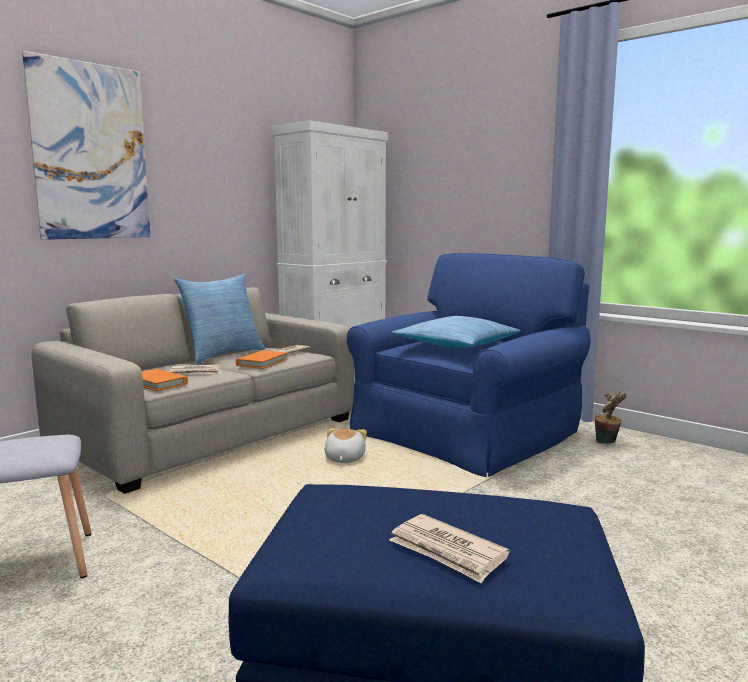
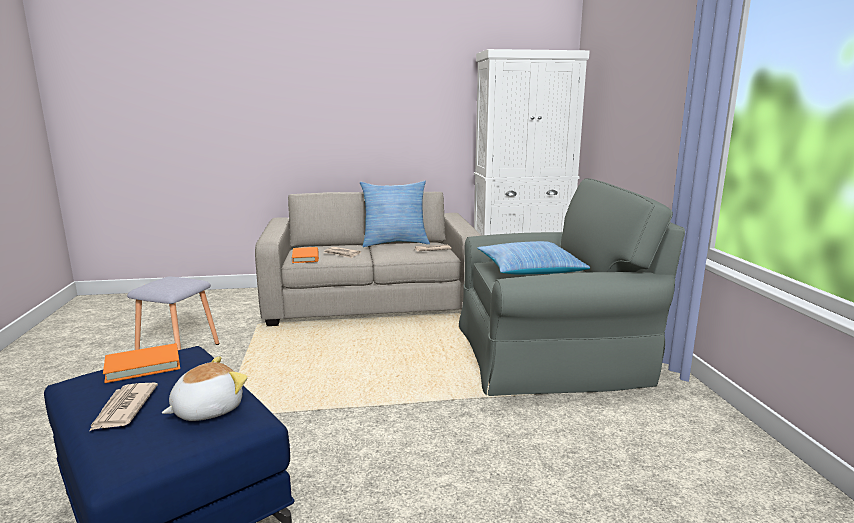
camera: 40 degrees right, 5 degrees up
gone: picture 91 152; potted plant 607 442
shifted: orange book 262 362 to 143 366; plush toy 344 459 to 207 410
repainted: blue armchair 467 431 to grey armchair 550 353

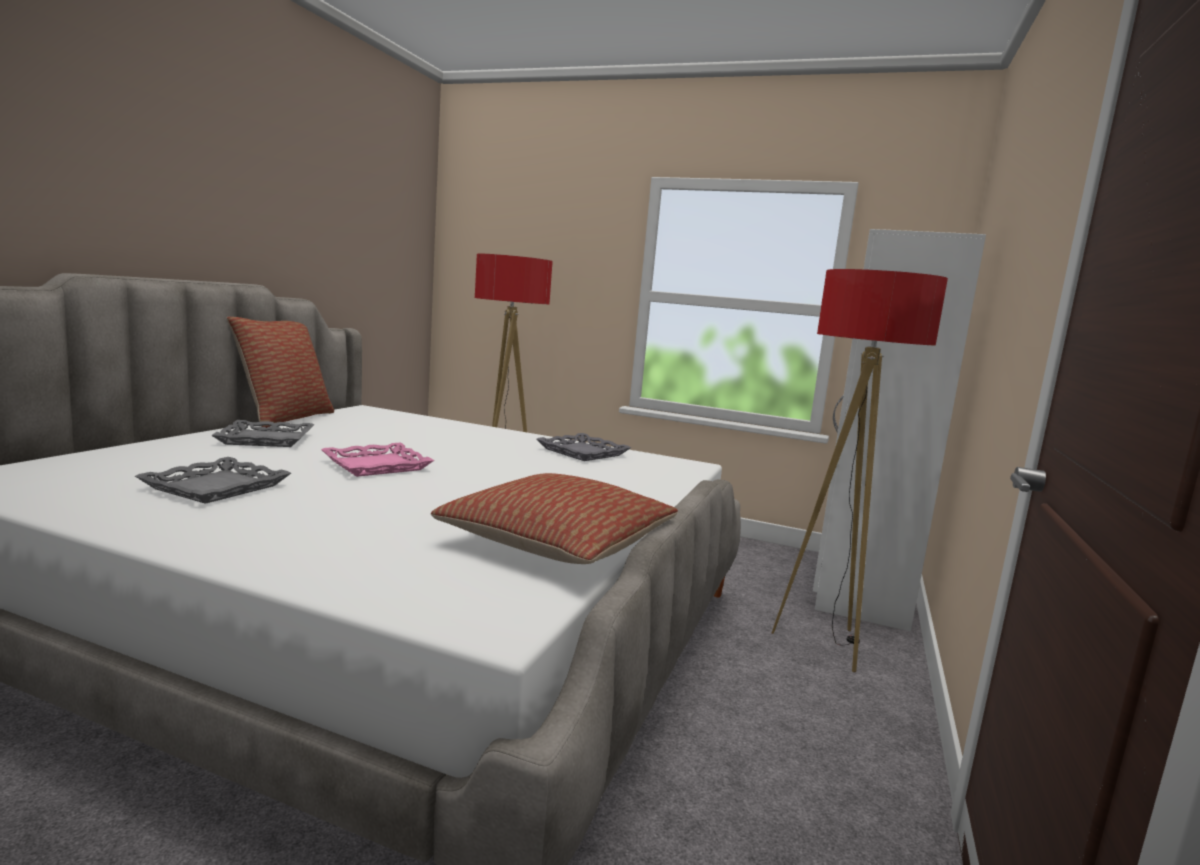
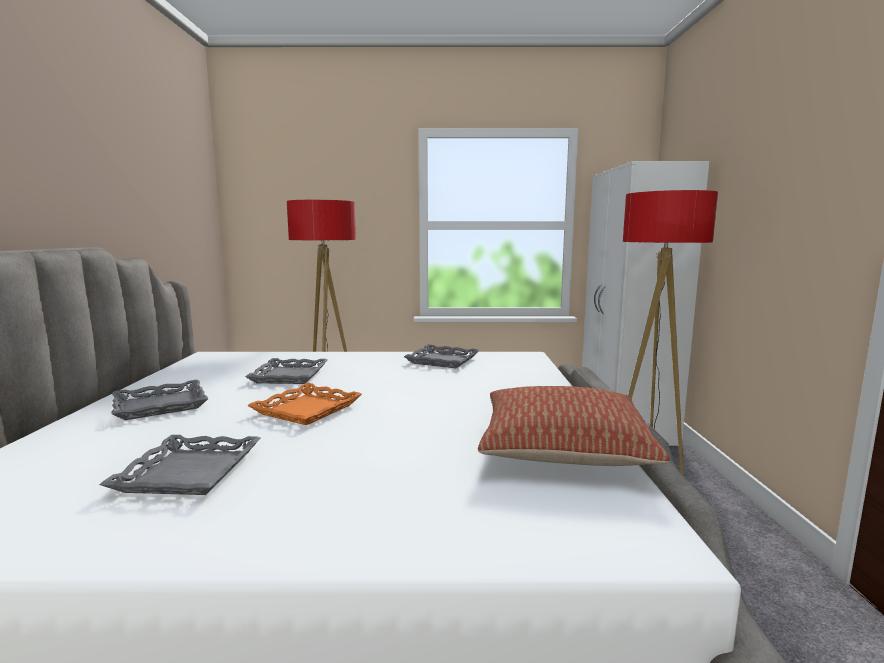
camera: 20 degrees left, 0 degrees up
gone: pillow 285 418
new: grey tray 289 376
repainted: pink tray 377 466 to orange tray 307 410

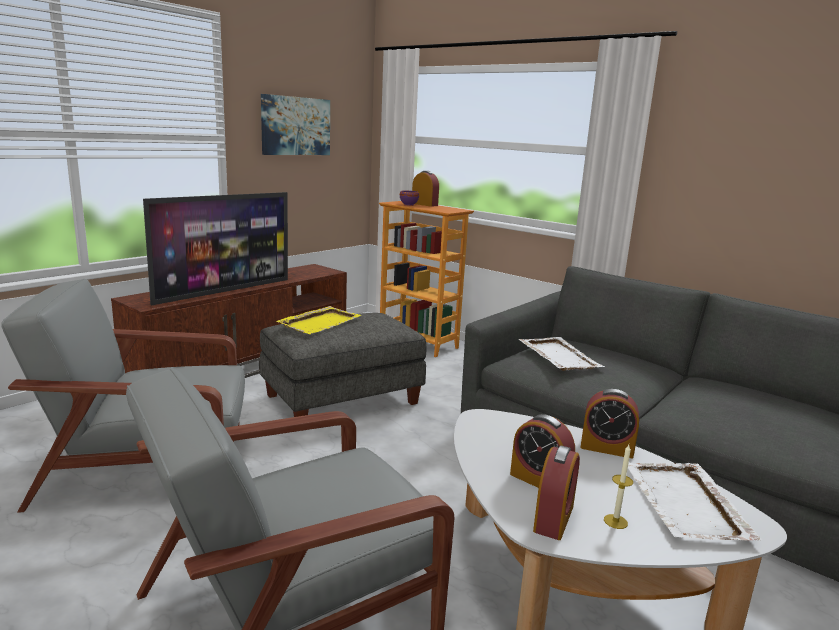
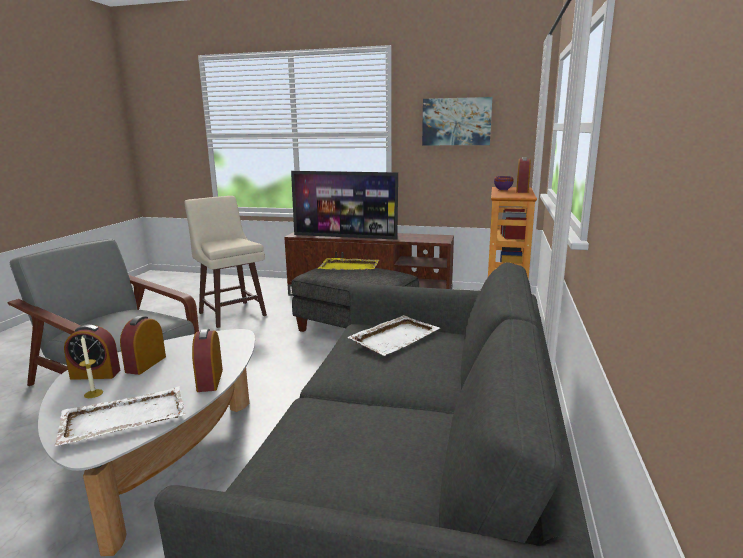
camera: 65 degrees right, 0 degrees up
swapped: grey armchair 149 463 to beige stool 232 313

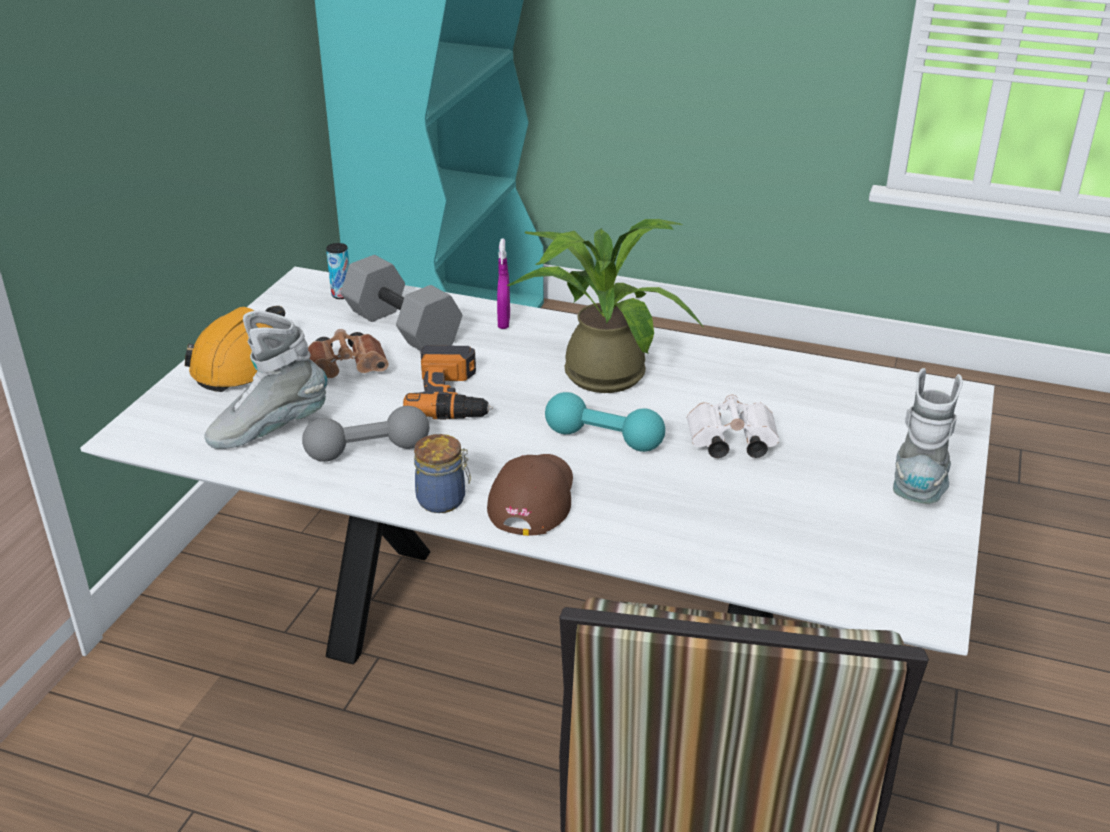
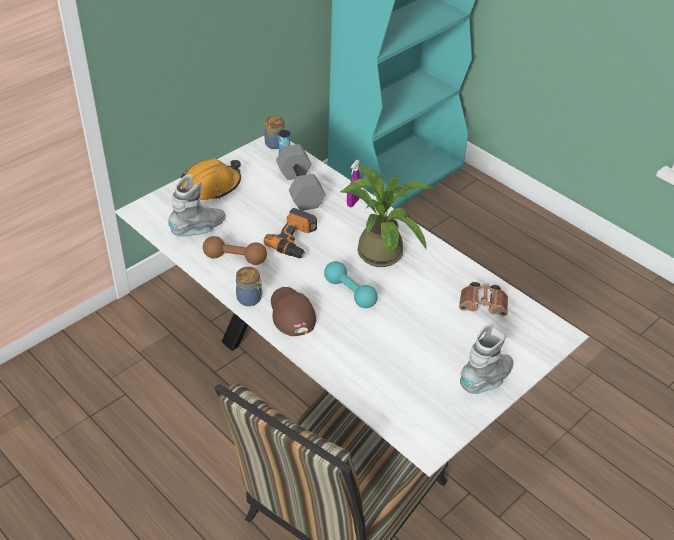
camera: 25 degrees right, 10 degrees up
gone: white binoculars 729 444
new: jar 274 143
shifted: brown binoculars 348 370 to 484 306
repainted: grey dumbbell 368 451 to brown dumbbell 235 258
rotated: grey boot 269 430 = 199 230 135 degrees clockwise; brown cap 532 498 = 291 313 60 degrees counterclockwise

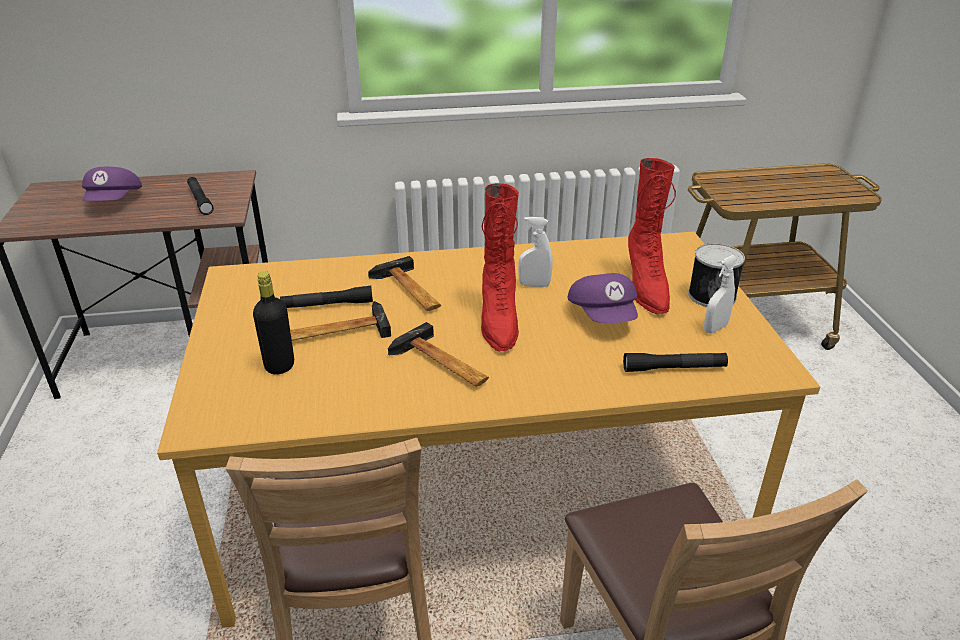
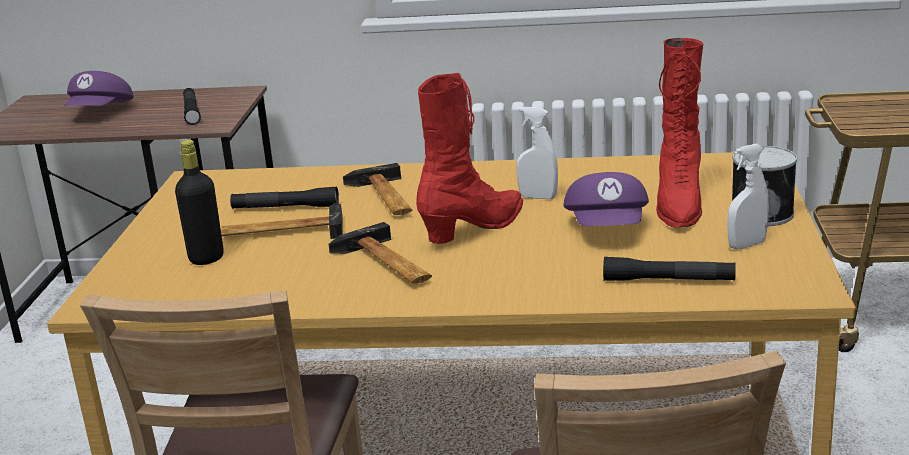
camera: 15 degrees right, 10 degrees down
rotated: red boot 498 321 = 475 228 150 degrees counterclockwise

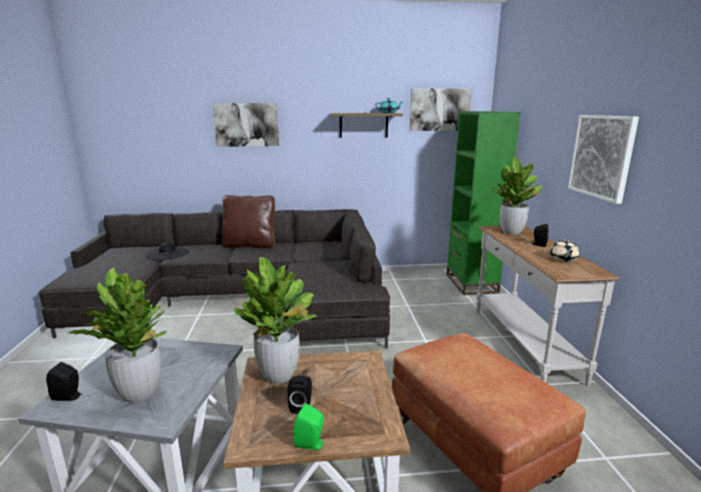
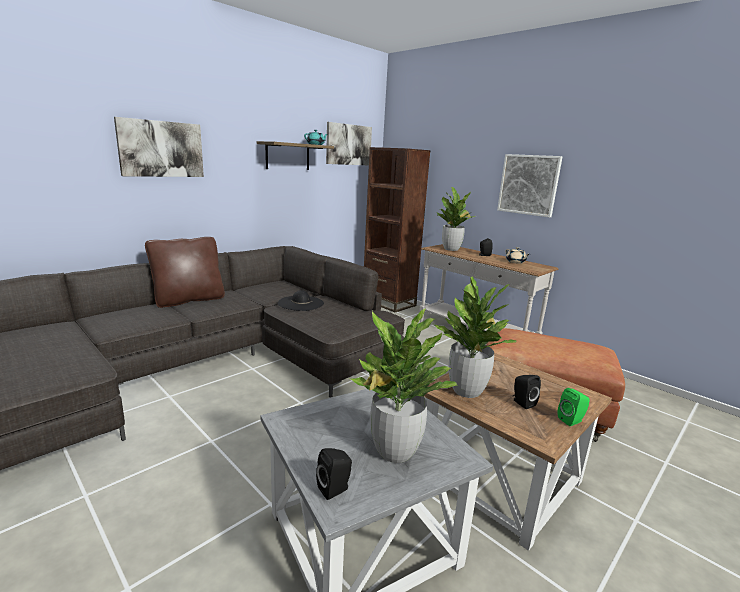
camera: 40 degrees left, 0 degrees up
shifted: black hat 167 253 to 300 303
repainted: green bookcase 471 283 to brown bookcase 388 303

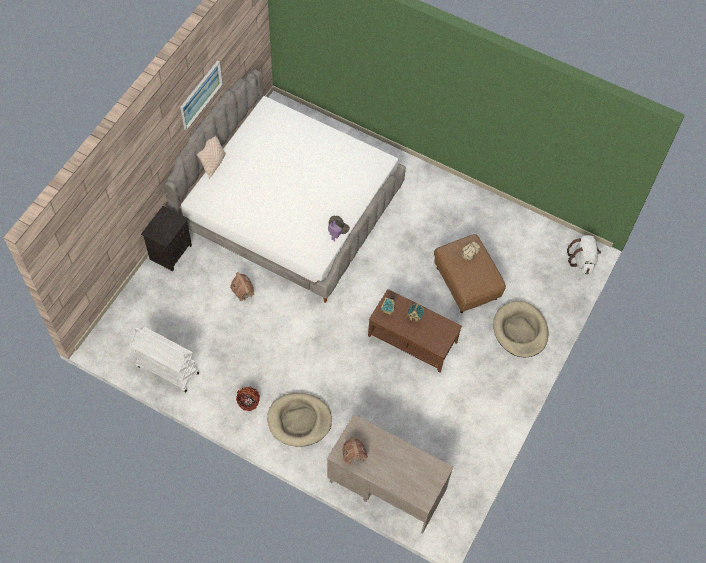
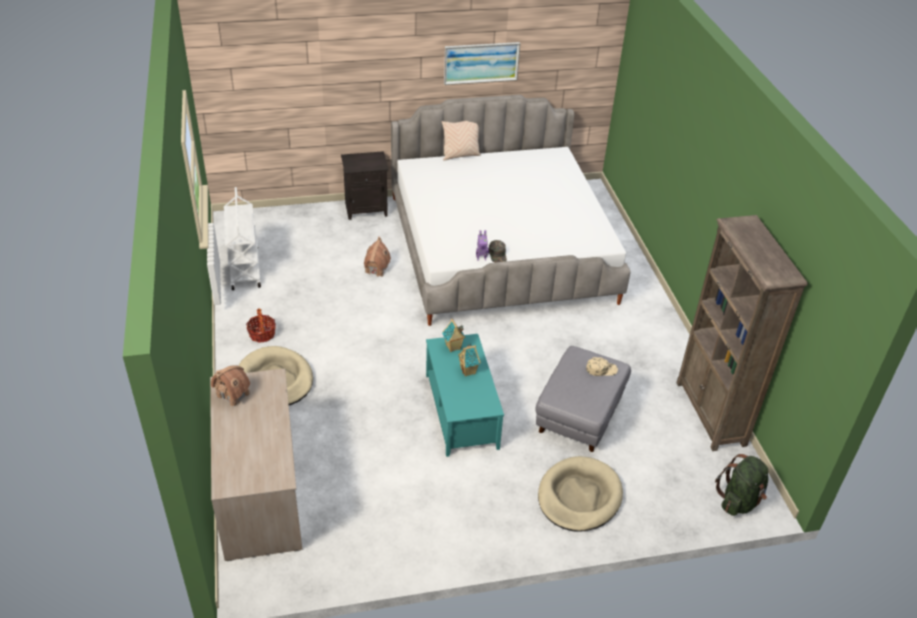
camera: 50 degrees right, 20 degrees down
new: brown bookcase 710 414
repainted: brown coffee table 412 339 to turquoise coffee table 460 411; brown ottoman 467 283 to grey ottoman 579 415; white backpack 582 261 to green backpack 739 500

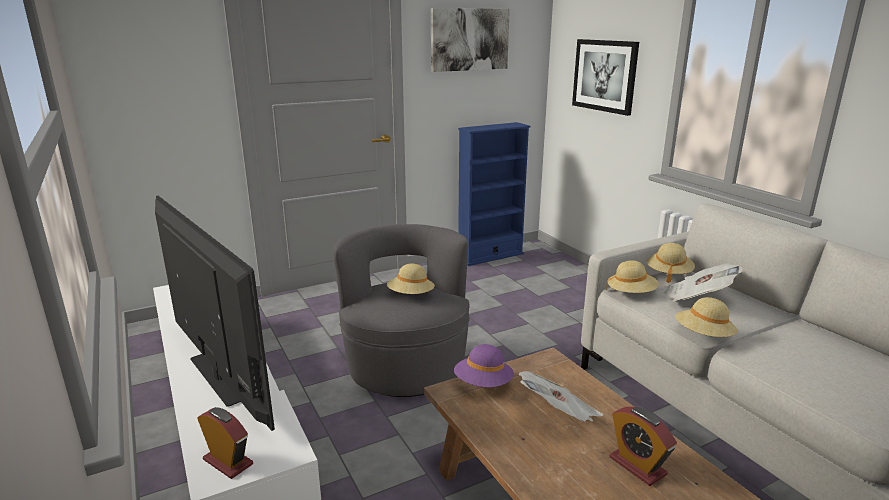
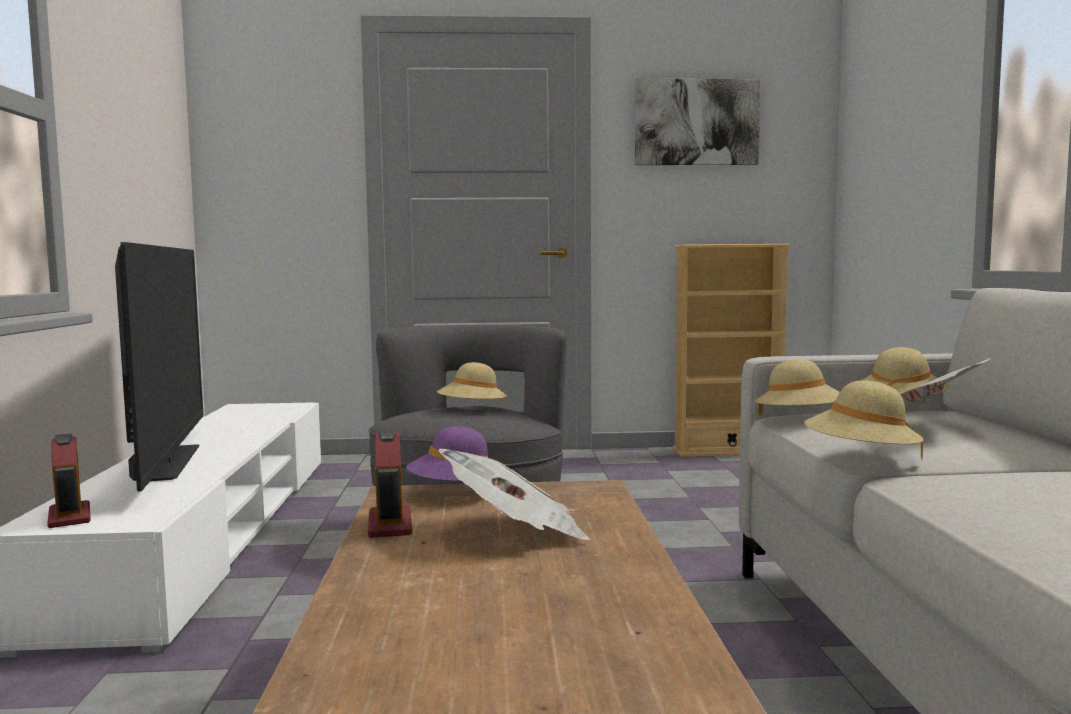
camera: 25 degrees right, 15 degrees down
gone: picture 604 75
shifted: alarm clock 637 466 to 390 524
repainted: blue bookcase 490 256 to beige bookcase 727 451

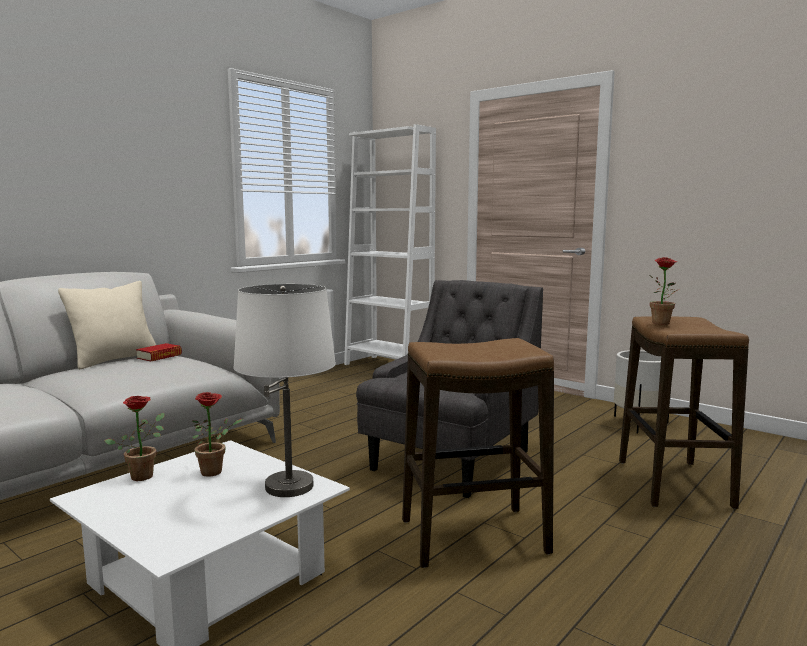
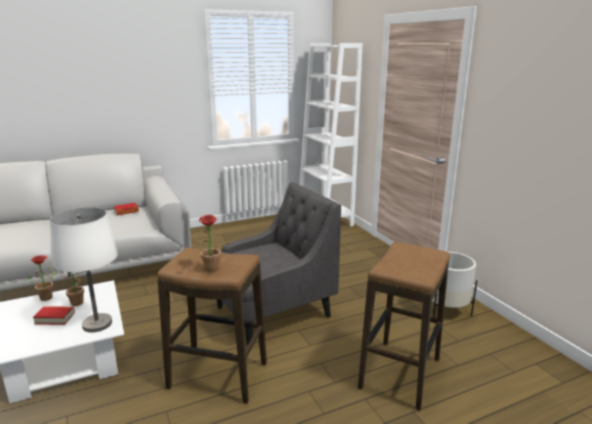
camera: 25 degrees right, 10 degrees up
gone: beige pillow 114 360
new: book 55 318
shifted: potted plant 663 324 to 210 270

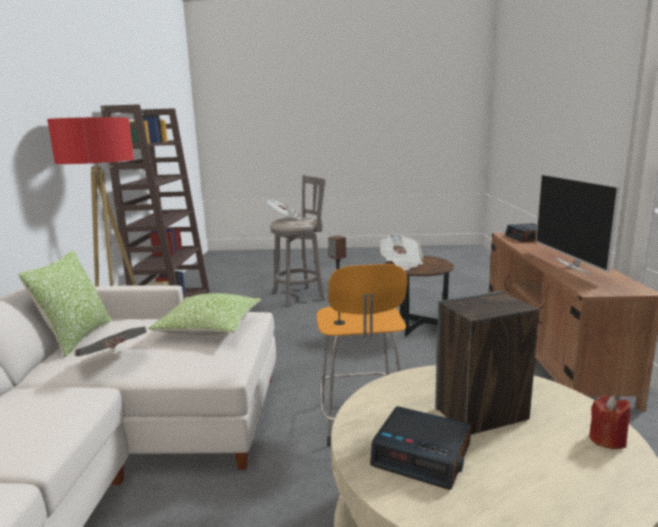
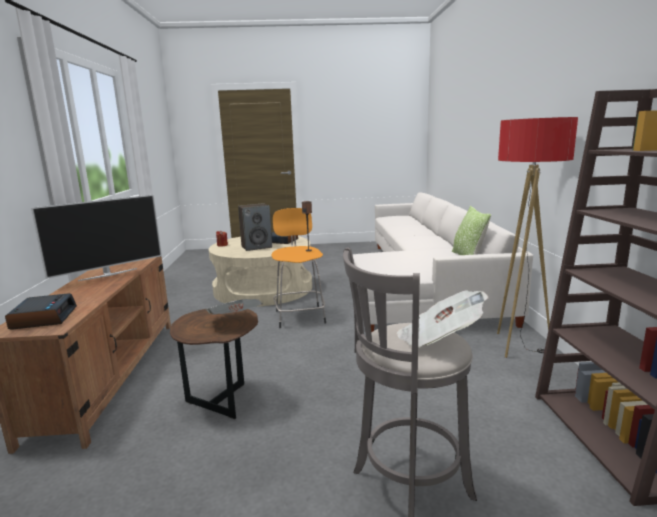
camera: 175 degrees right, 0 degrees up
gone: newspaper 113 360; pillow 209 328
rotated: television 572 265 = 108 274 60 degrees clockwise

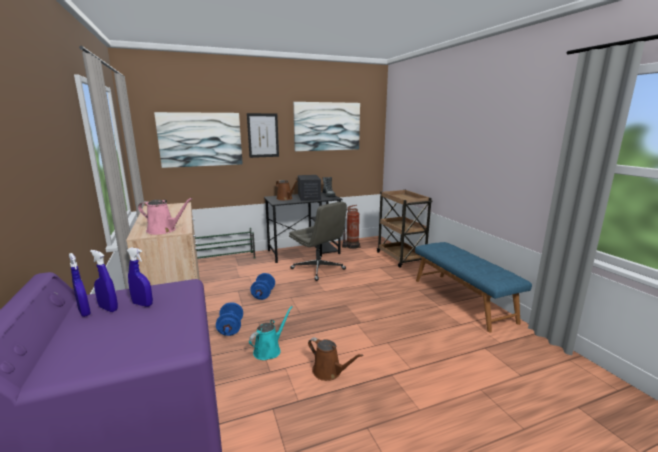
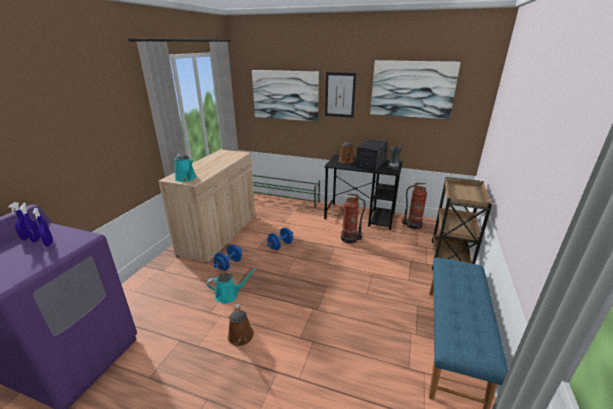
camera: 40 degrees right, 10 degrees up
swapped: grey office chair 318 269 to fire extinguisher 350 239
repainted: pink watering can 164 230 to turquoise watering can 186 178

